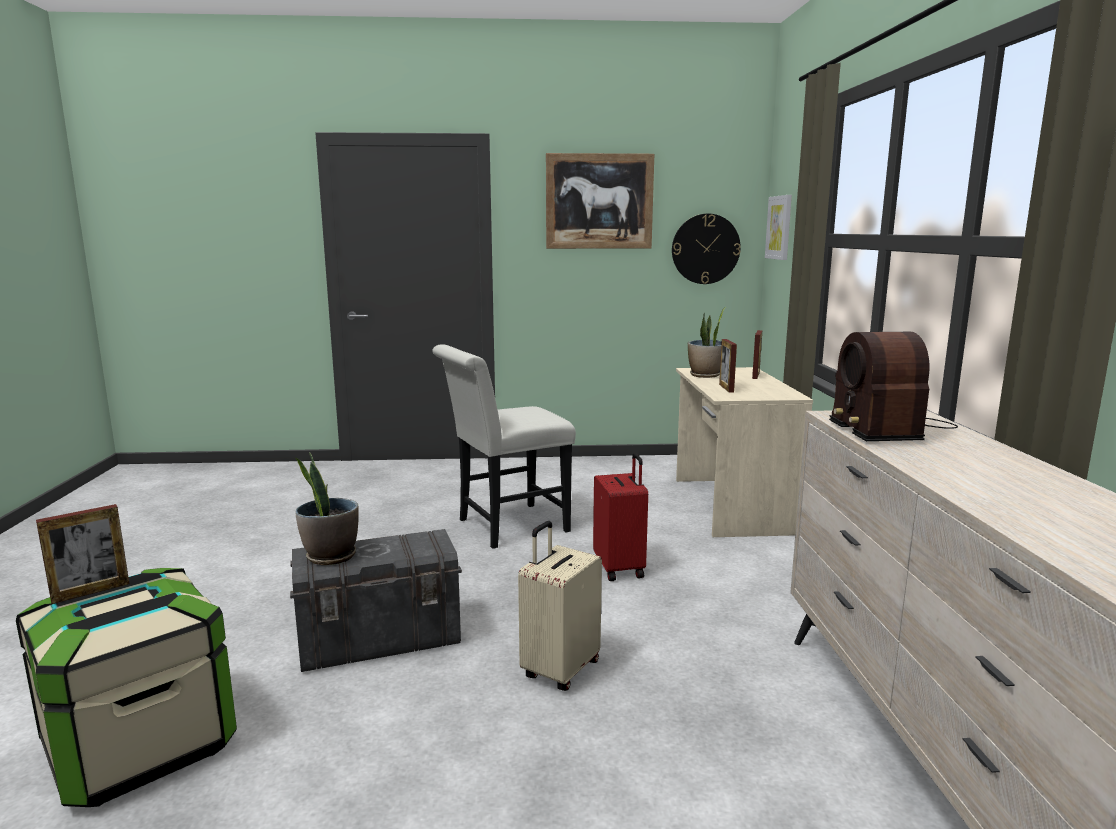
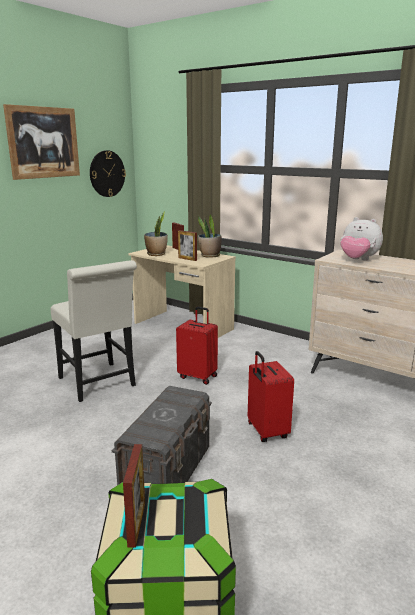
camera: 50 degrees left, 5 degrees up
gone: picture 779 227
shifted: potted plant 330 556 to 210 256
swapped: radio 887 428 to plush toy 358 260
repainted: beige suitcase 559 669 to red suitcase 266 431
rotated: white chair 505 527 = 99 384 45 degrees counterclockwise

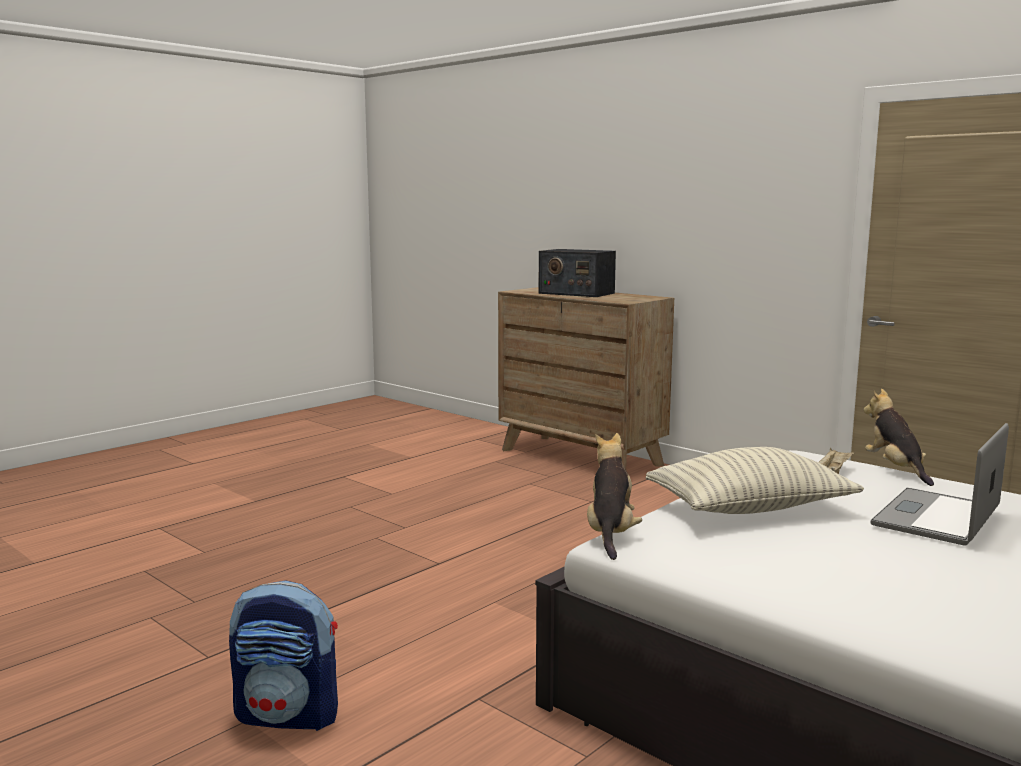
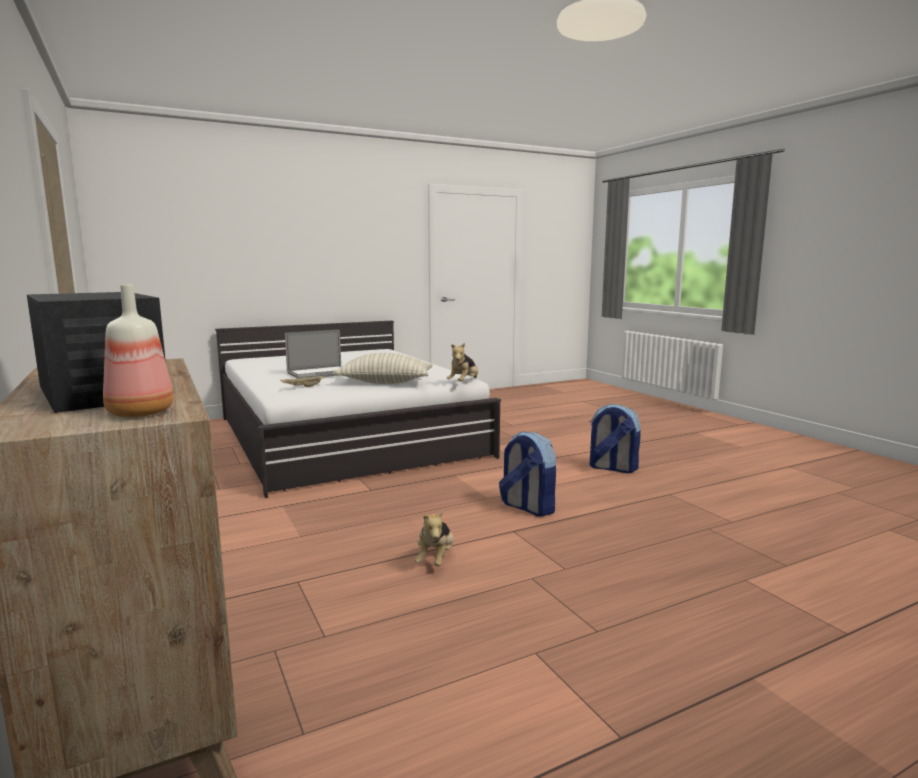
camera: 160 degrees left, 0 degrees up
new: bottle 141 413; backpack 527 507
shifted: plush toy 895 469 to 436 559

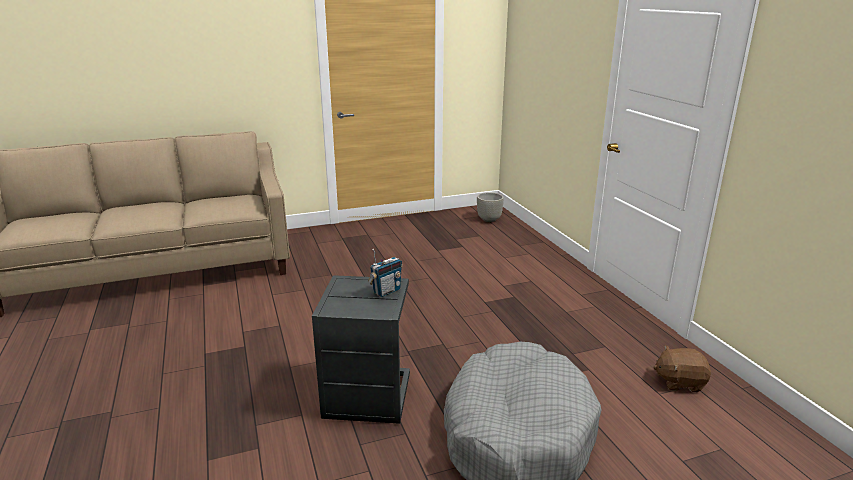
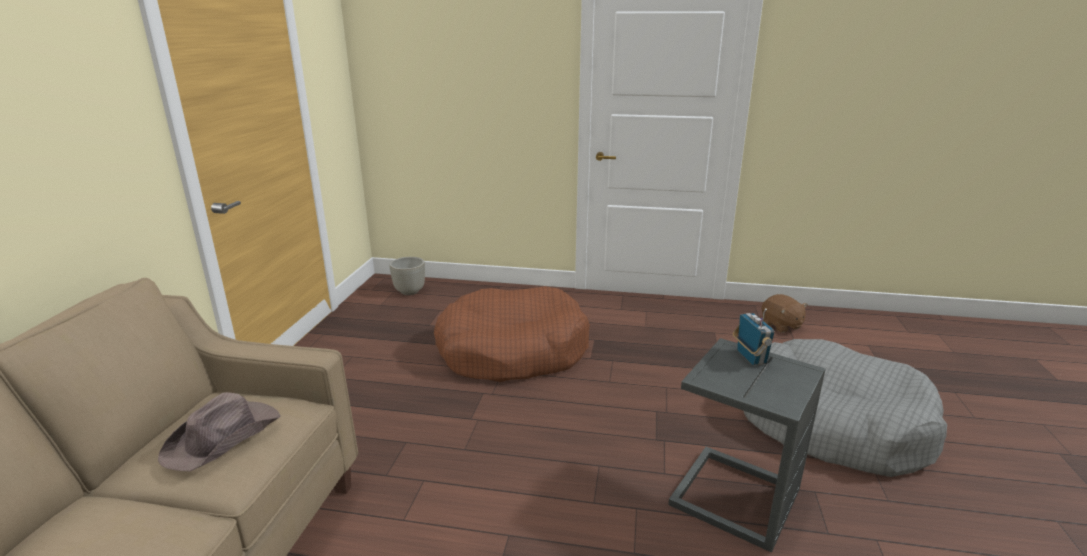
camera: 60 degrees left, 0 degrees up
new: brown hat 224 437; brown dog bed 512 351
rotated: brown plush toy 679 382 = 781 325 60 degrees counterclockwise

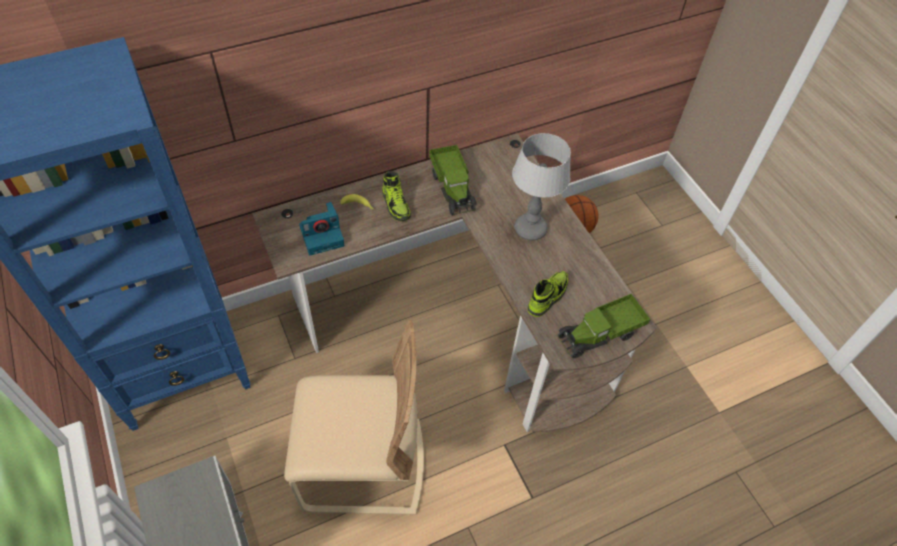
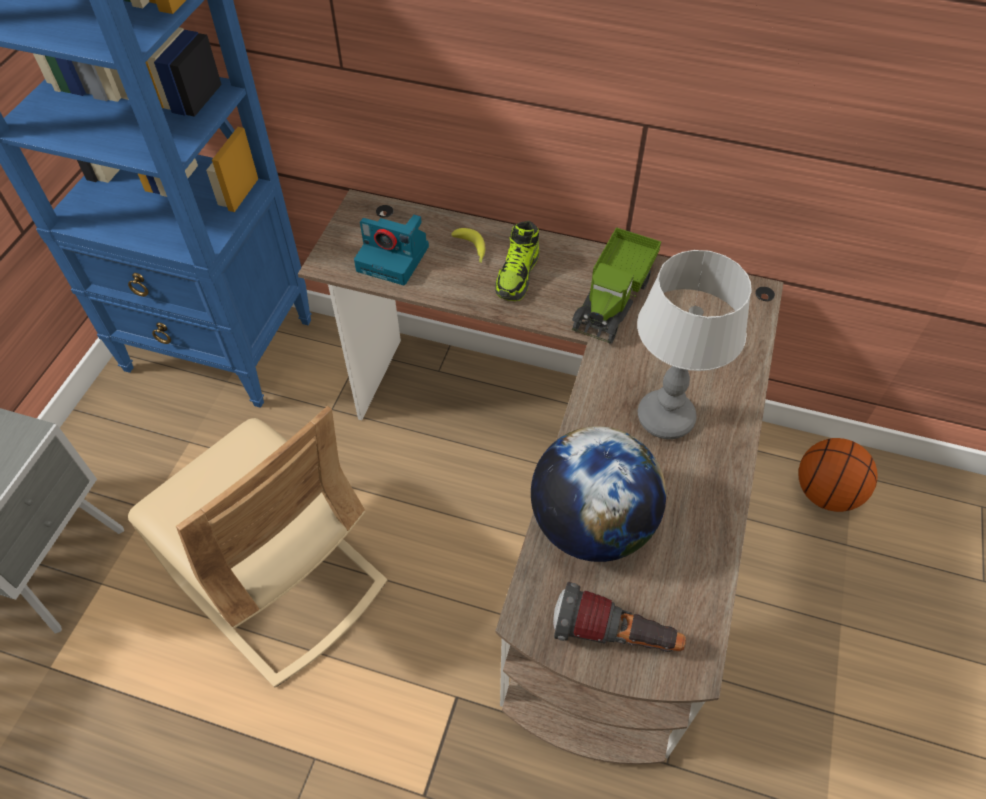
camera: 45 degrees right, 0 degrees up
swapped: shoe 547 297 to globe 591 525; toy truck 600 334 to flashlight 615 636

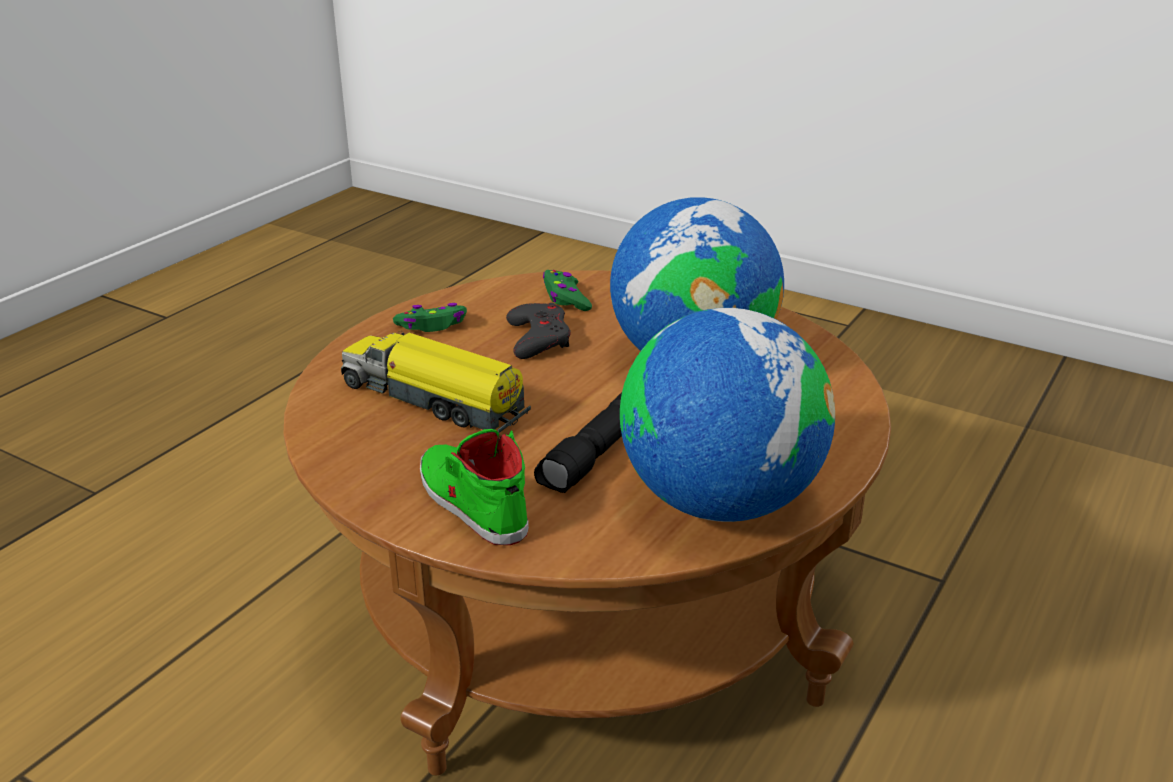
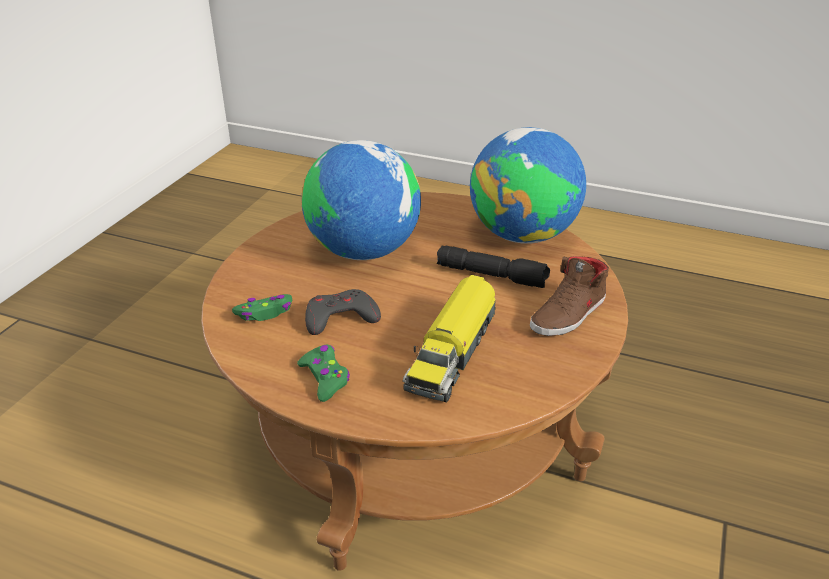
camera: 100 degrees left, 5 degrees up
repainted: green shoe 471 502 to brown shoe 569 314

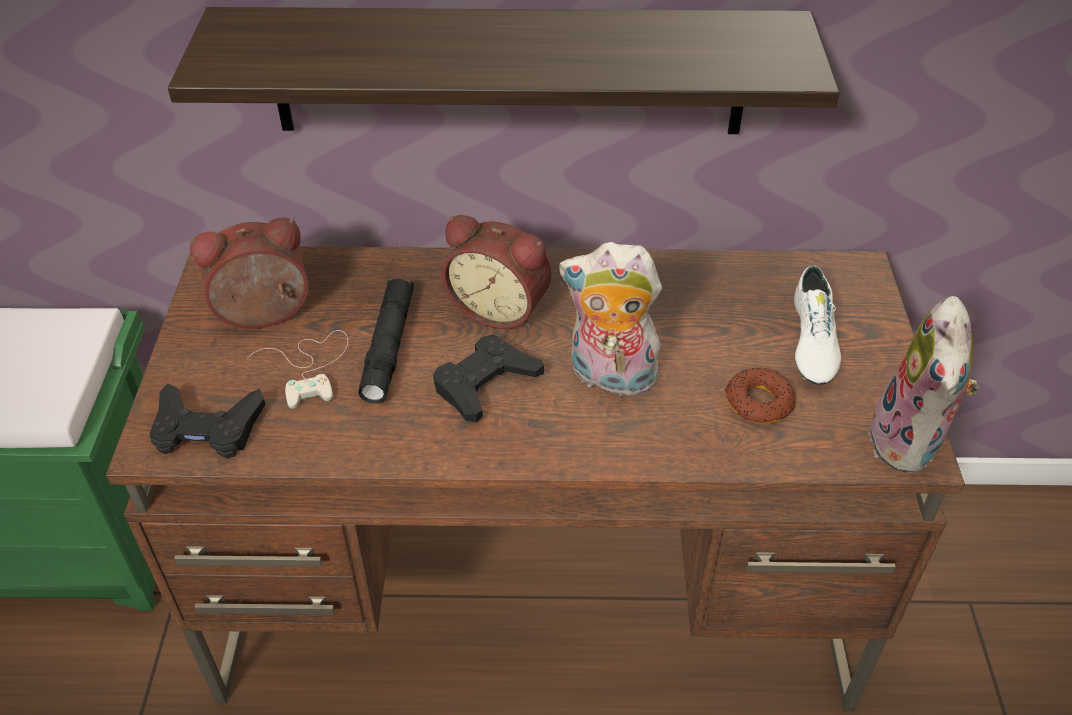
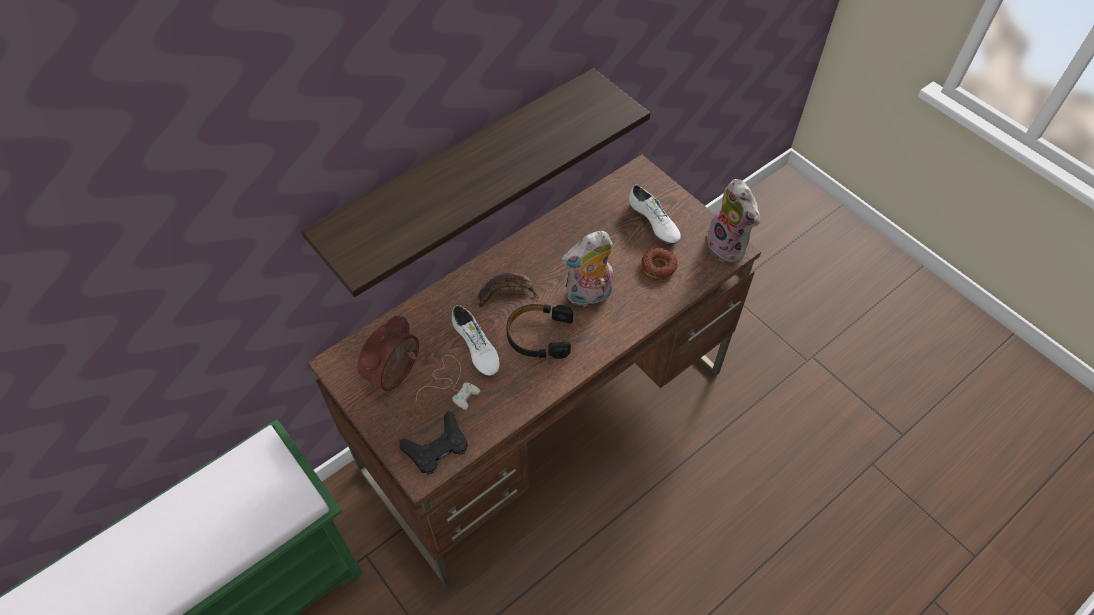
camera: 40 degrees left, 10 degrees up
swapped: black flashlight 388 347 to white shoe 475 348; black game controller 485 384 to black headphones 539 335; alarm clock 500 308 to banana 506 293

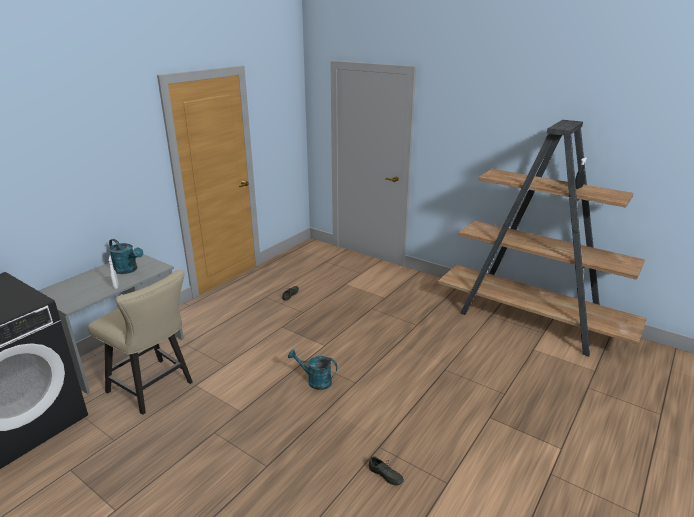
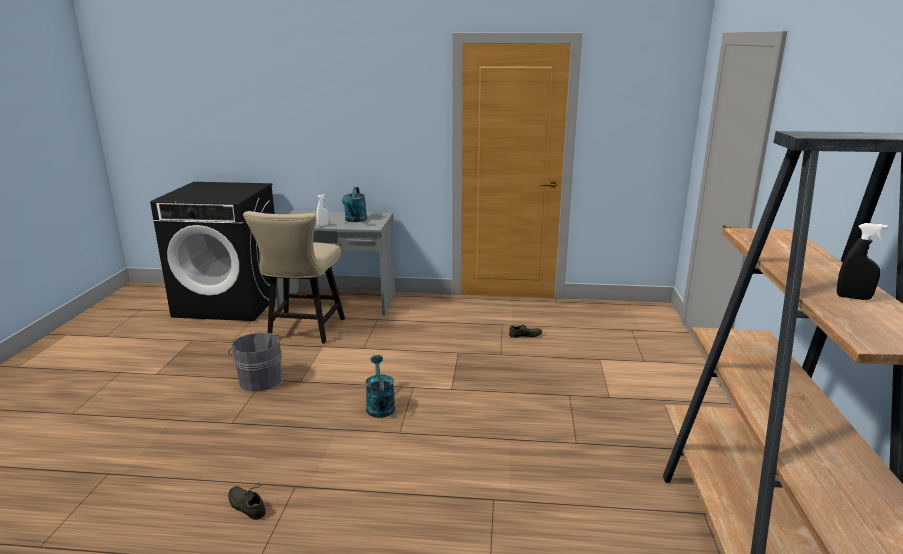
camera: 60 degrees right, 5 degrees down
new: grey bucket 260 380
rotated: grey shoe 385 476 = 248 505 120 degrees clockwise

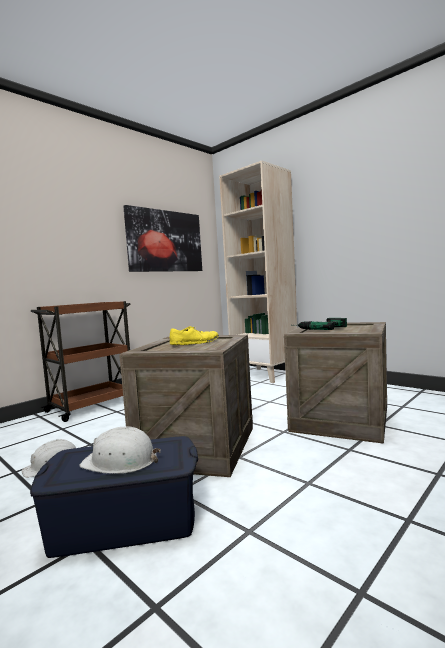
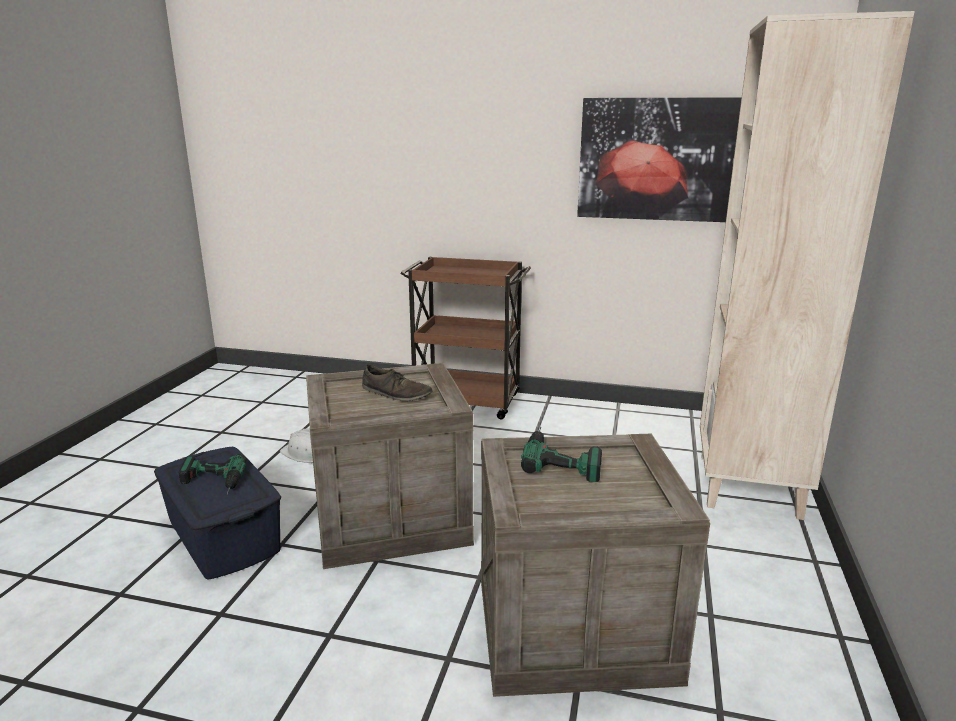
camera: 60 degrees right, 15 degrees up
swapped: white hard hat 120 461 to power drill 211 483
repainted: yellow shoe 195 343 to brown shoe 396 393

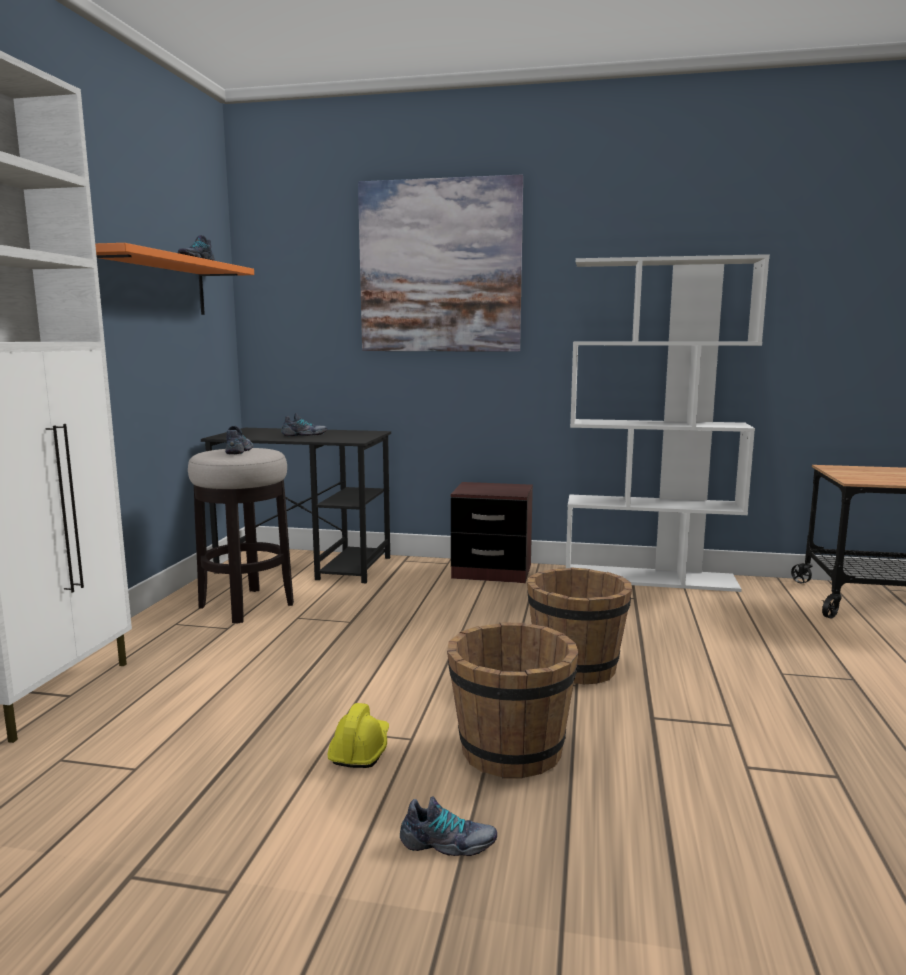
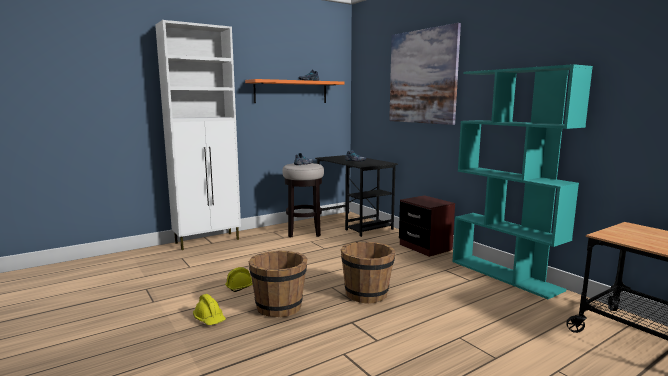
camera: 45 degrees right, 0 degrees up
swapped: shoe 448 844 to yellow hard hat 210 319
repainted: white bookcase 650 578 to turquoise bookcase 505 275

